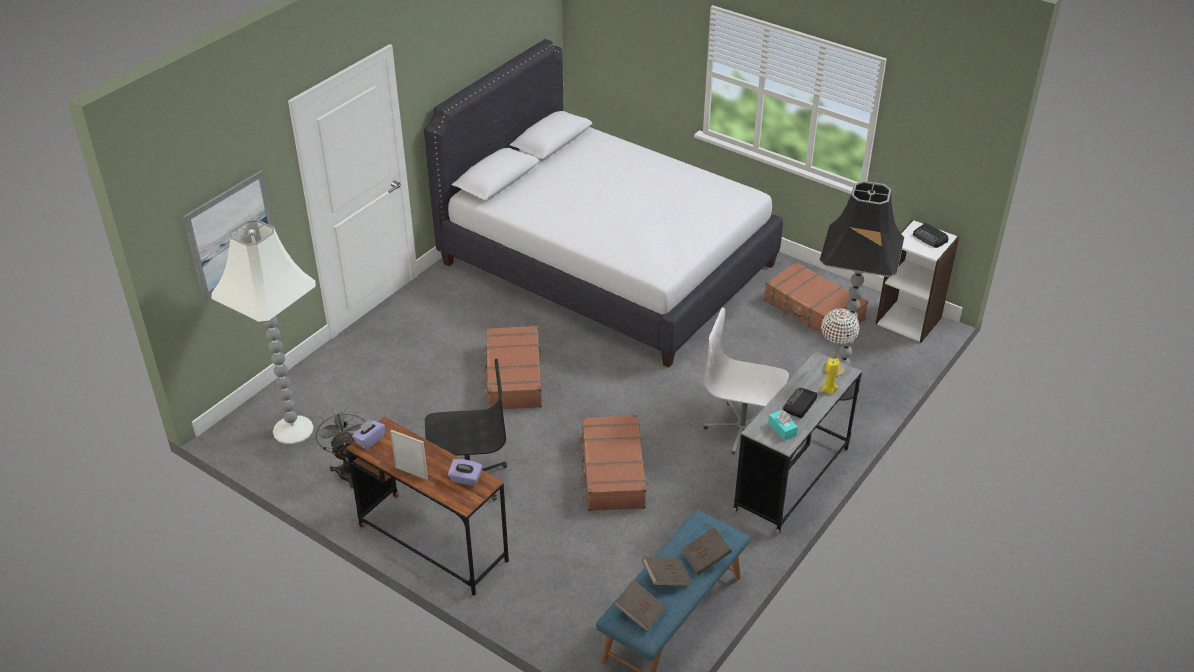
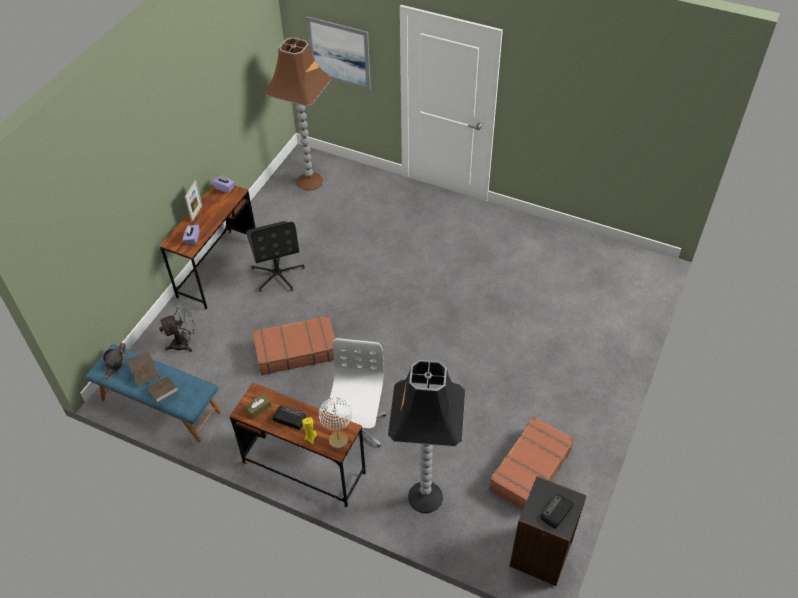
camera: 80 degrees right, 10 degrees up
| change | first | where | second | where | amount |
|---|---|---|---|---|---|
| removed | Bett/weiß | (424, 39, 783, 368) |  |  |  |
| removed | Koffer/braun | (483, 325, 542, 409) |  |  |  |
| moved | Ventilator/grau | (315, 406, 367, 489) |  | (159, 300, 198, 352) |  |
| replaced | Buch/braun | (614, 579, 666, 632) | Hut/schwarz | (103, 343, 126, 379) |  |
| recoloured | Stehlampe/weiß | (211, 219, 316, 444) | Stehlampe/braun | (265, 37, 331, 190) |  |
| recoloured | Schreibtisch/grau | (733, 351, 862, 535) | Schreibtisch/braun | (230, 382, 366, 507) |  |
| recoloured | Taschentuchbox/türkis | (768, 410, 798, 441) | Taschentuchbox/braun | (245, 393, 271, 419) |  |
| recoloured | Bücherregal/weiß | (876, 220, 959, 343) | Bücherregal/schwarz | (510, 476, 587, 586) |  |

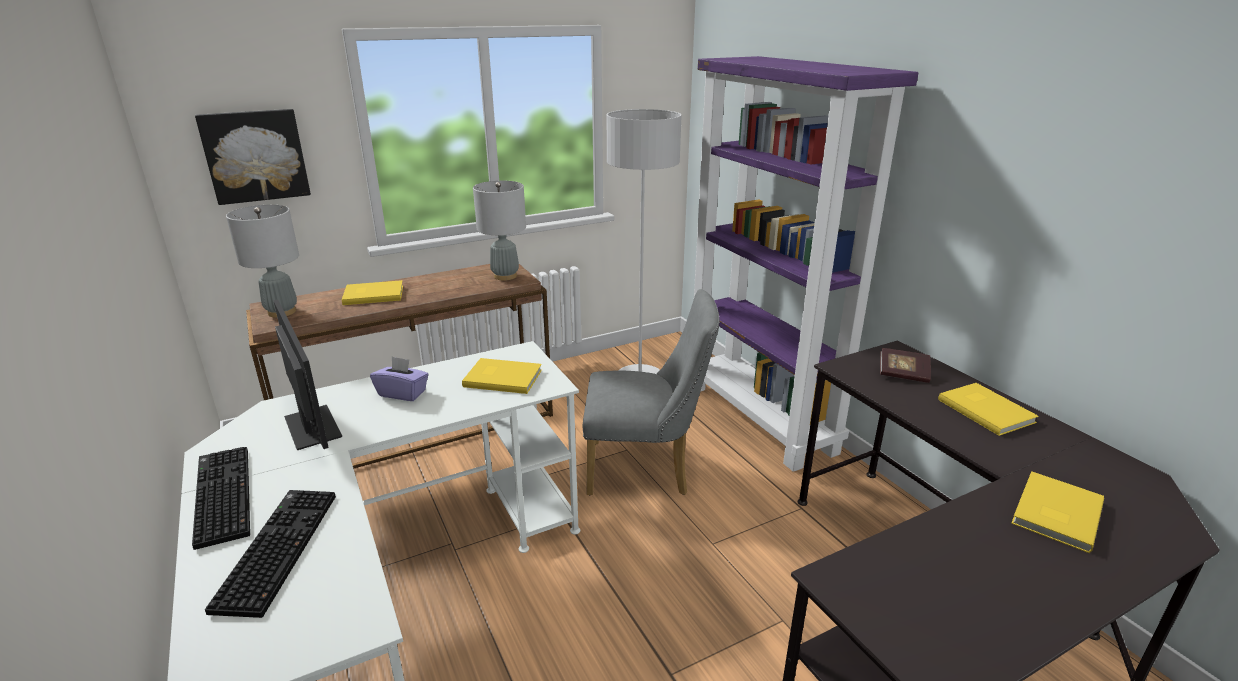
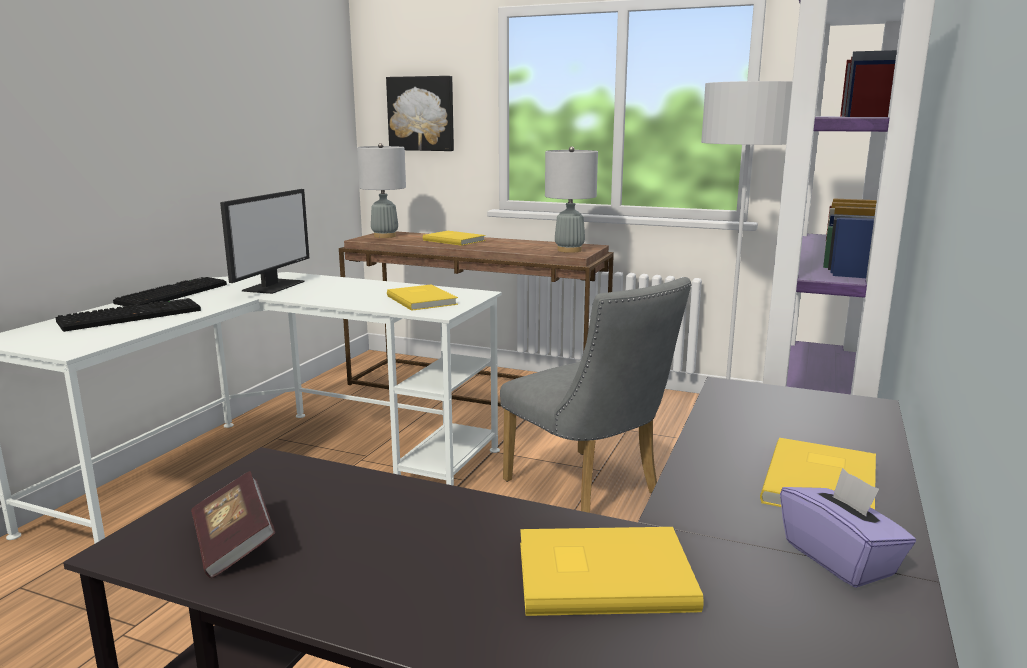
camera: 50 degrees right, 10 degrees down
| change | first | where | second | where | amount |
|---|---|---|---|---|---|
| moved | Taschentuchbox/lila | (370, 356, 429, 401) |  | (780, 468, 916, 588) |  |
| moved | Buch | (880, 348, 931, 383) |  | (191, 471, 275, 578) |  |

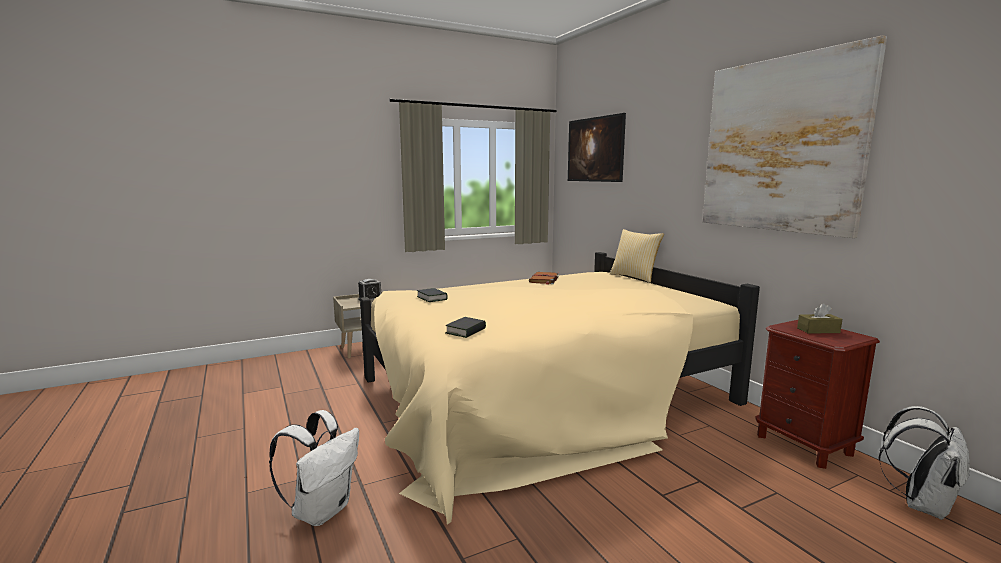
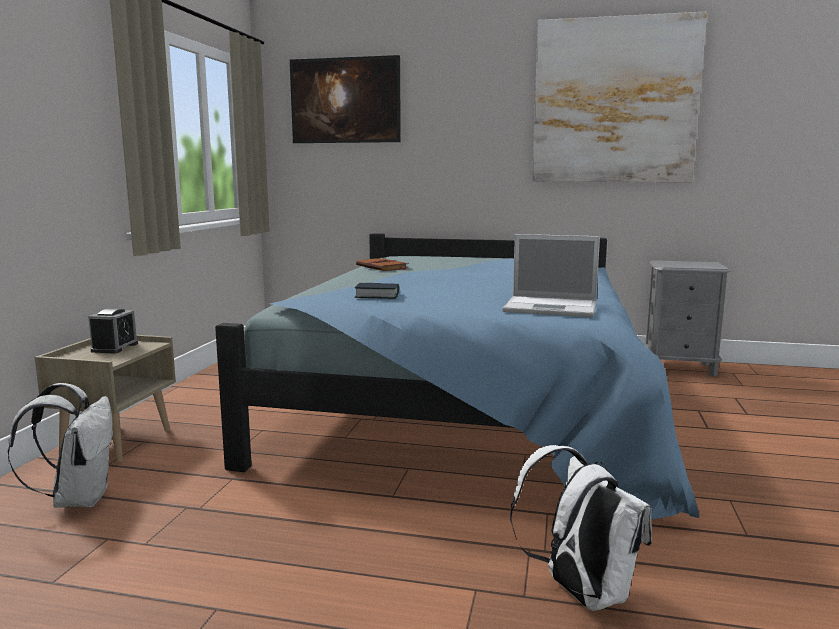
camera: 50 degrees left, 0 degrees up
| change | first | where | second | where | amount |
|---|---|---|---|---|---|
| removed | Kissen | (610, 229, 664, 283) |  |  |  |
| removed | Taschentuchbox/braun | (797, 303, 842, 334) |  |  |  |
| moved | Rucksack/weiß | (879, 406, 970, 520) |  | (8, 383, 113, 508) |  |
| replaced | Buch | (445, 317, 486, 338) | Laptop | (502, 234, 600, 317) |  |
| recoloured | Bett/beige | (360, 252, 760, 525) | Bett/blau | (215, 233, 699, 520) |  |
| recoloured | Nachttisch/braun | (755, 320, 880, 469) | Nachttisch/grau | (643, 260, 731, 377) |  |

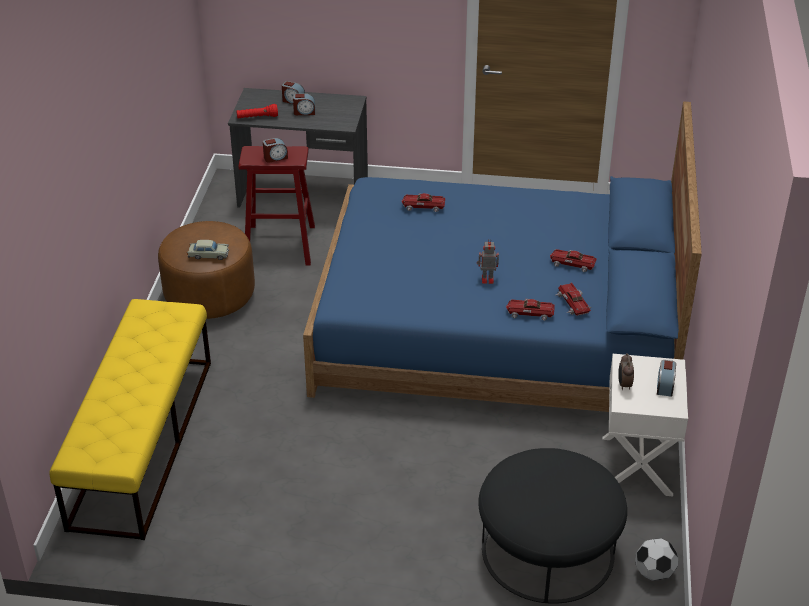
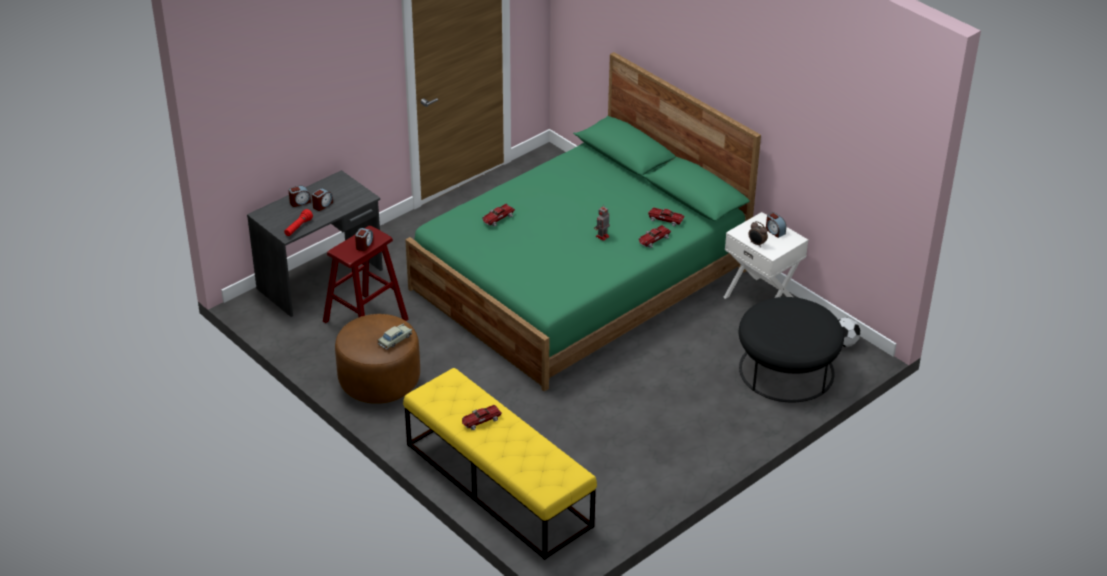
camera: 50 degrees left, 0 degrees up
| change | first | where | second | where | amount |
|---|---|---|---|---|---|
| moved | Spielzeugauto | (550, 249, 597, 272) |  | (462, 405, 502, 430) |  |
| recoloured | Bett/blau | (303, 102, 702, 412) | Bett/grün | (405, 52, 761, 392) |  |

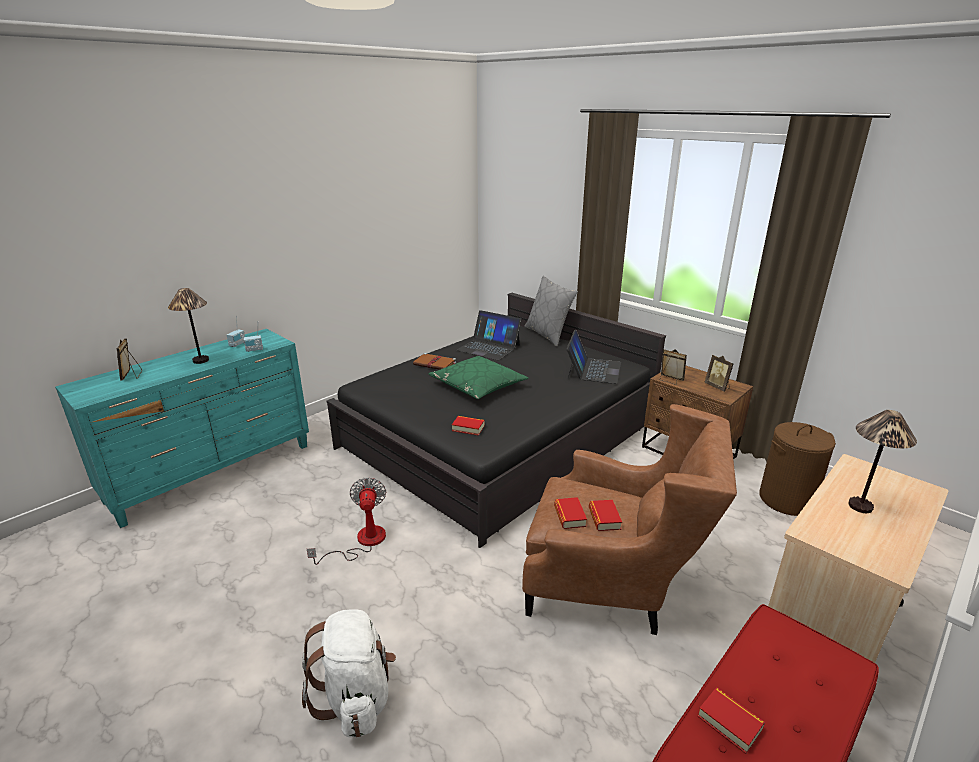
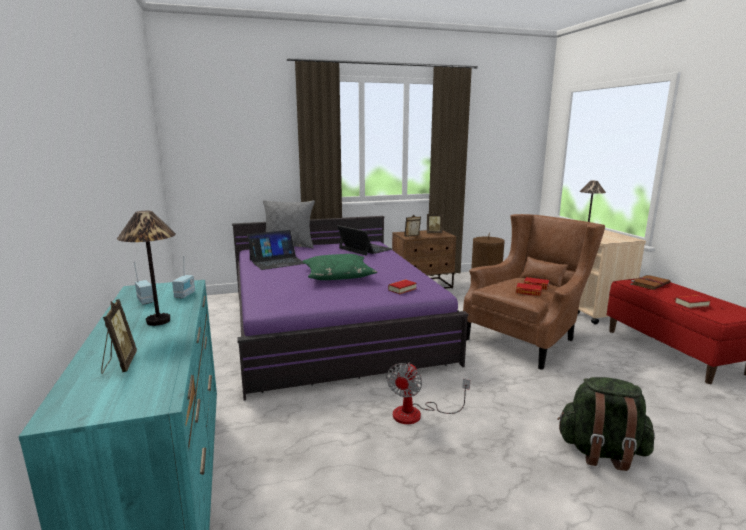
camera: 60 degrees left, 10 degrees down
| change | first | where | second | where | amount |
|---|---|---|---|---|---|
| moved | Buch/braun | (413, 353, 456, 370) |  | (630, 275, 671, 290) |  |
| recoloured | Rucksack/weiß | (302, 609, 396, 737) | Rucksack/grün | (557, 377, 655, 471) |  |
| recoloured | Bett/schwarz | (327, 293, 666, 548) | Bett/lila | (232, 216, 468, 400) |  |
| turned | Bilderrahmen | (117, 338, 142, 381) |  | (101, 299, 137, 374) | 120 degrees counterclockwise |
| turned | Ventilator | (307, 477, 386, 565) |  | (386, 362, 470, 424) | 90 degrees counterclockwise |

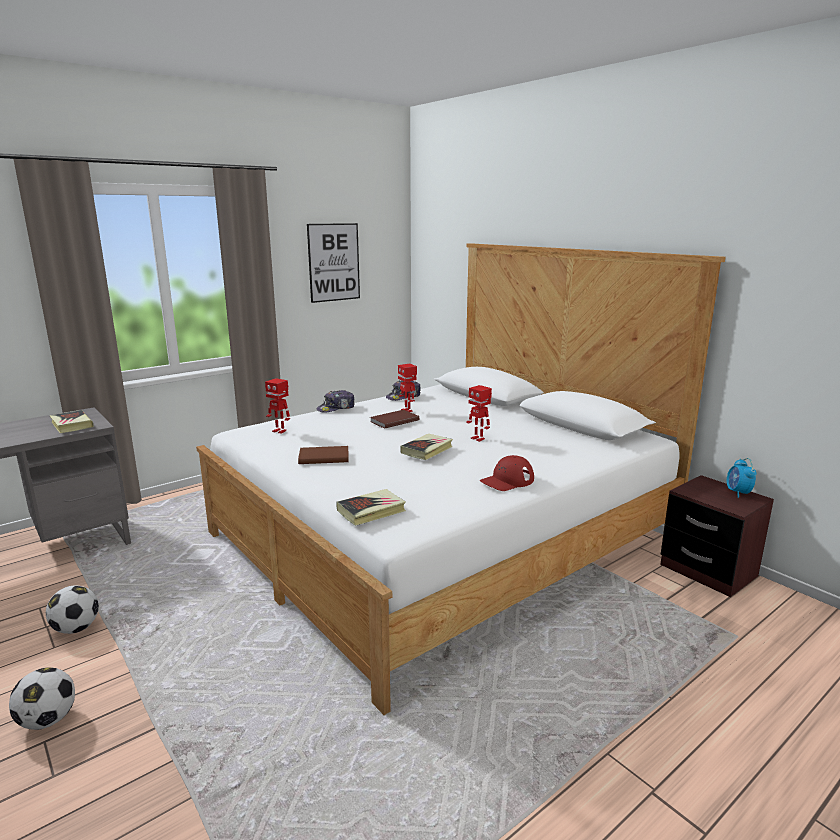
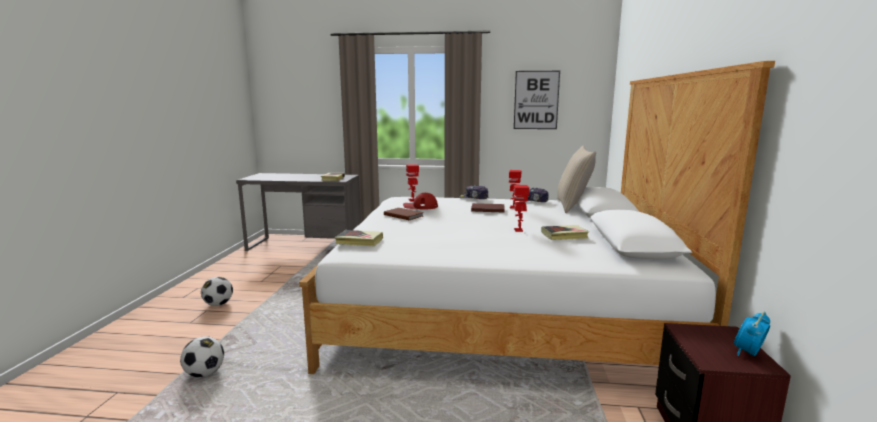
camera: 45 degrees right, 5 degrees down
| change | first | where | second | where | amount |
|---|---|---|---|---|---|
| added |  |  | Kissen/beige | (557, 146, 596, 213) |  |
| moved | Fußball | (46, 586, 99, 634) |  | (180, 336, 224, 377) |  |
| moved | Buch | (400, 434, 453, 460) |  | (541, 225, 589, 240) |  |
| moved | Kappe/rot | (480, 455, 534, 491) |  | (403, 193, 438, 210) |  |

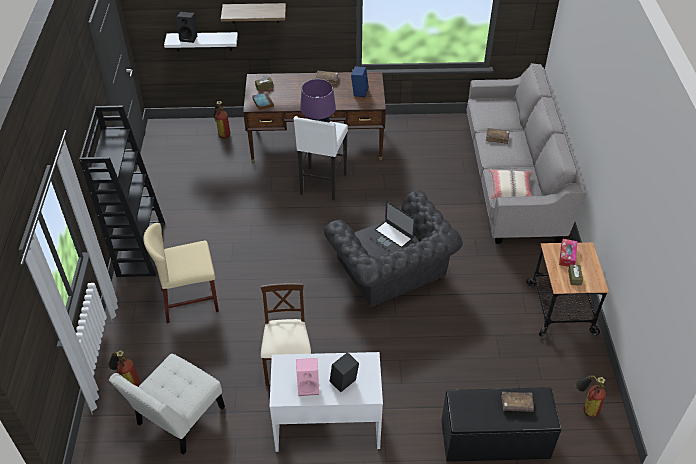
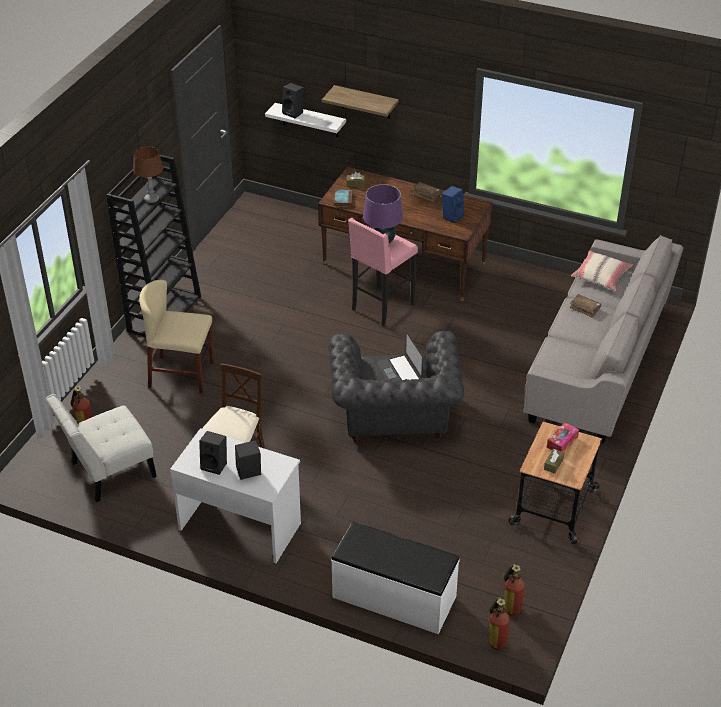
camera: 25 degrees right, 5 degrees down
| change | first | where | second | where | amount |
|---|---|---|---|---|---|
| removed | Buch/braun | (501, 392, 534, 412) |  |  |  |
| added |  |  | Tischlampe/braun | (133, 147, 163, 203) |  |
| moved | Feuerlöscher | (213, 101, 230, 139) |  | (488, 597, 510, 650) |  |
| moved | Kissen/beige | (489, 169, 533, 199) |  | (571, 250, 633, 291) |  |
| recoloured | Hocker/weiß | (293, 116, 348, 201) | Hocker/rosa | (348, 218, 418, 326) |  |
| recoloured | Lautsprecher/rosa | (296, 358, 319, 396) | Lautsprecher/schwarz | (199, 431, 227, 475) |  |
| recoloured | Bank/schwarz | (441, 387, 561, 462) | Bank/weiß | (331, 521, 460, 634) |  |

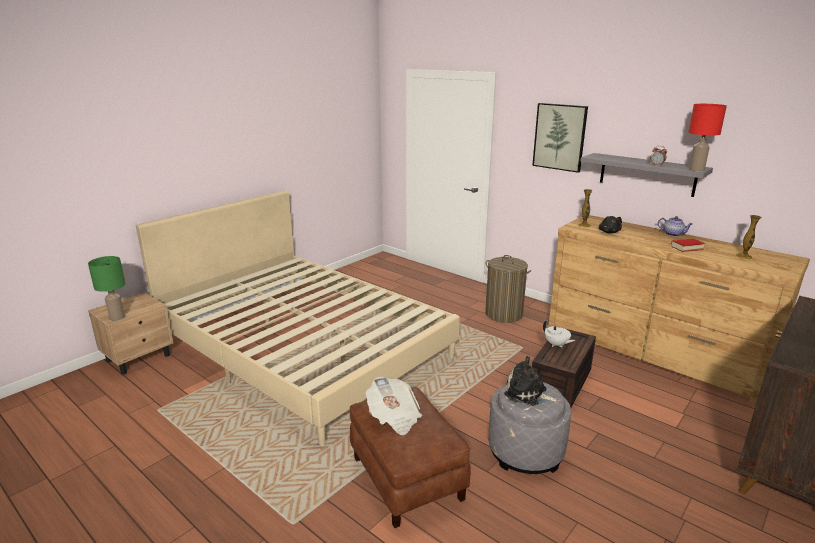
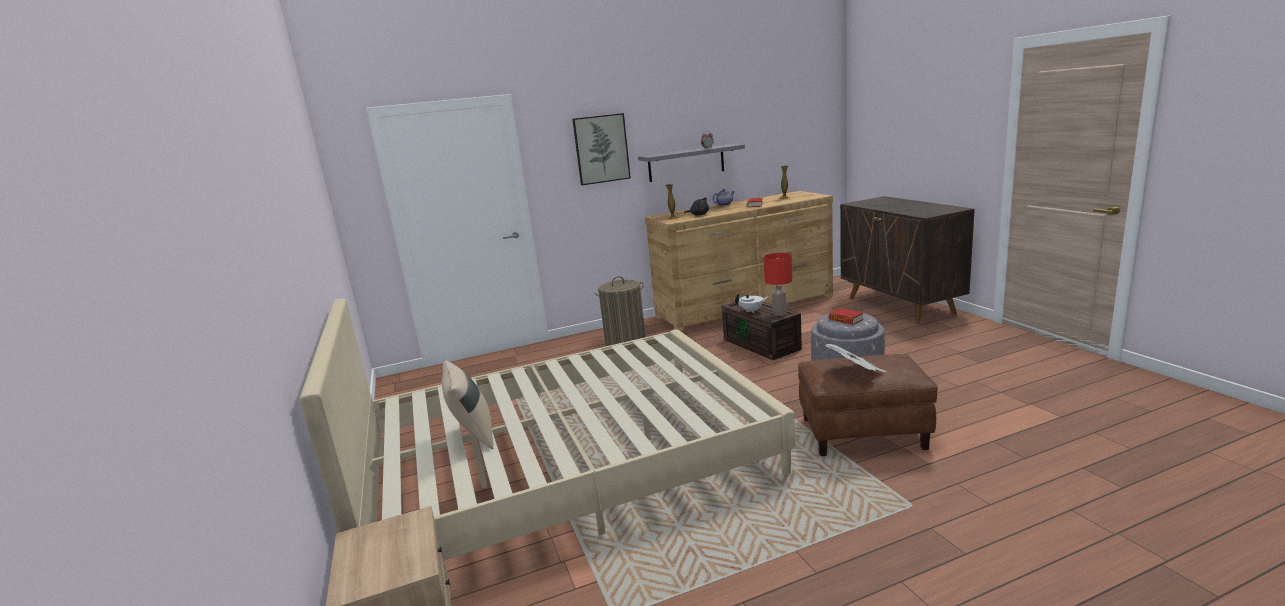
camera: 60 degrees left, 5 degrees down
| change | first | where | second | where | amount |
|---|---|---|---|---|---|
| removed | Tischlampe/grün | (88, 256, 125, 321) |  |  |  |
| added |  |  | Kissen/beige | (442, 360, 493, 449) |  |
| moved | Tischlampe/rot | (688, 104, 727, 172) |  | (764, 253, 792, 316) |  |
| replaced | Plüschtier | (504, 356, 560, 406) | Buch | (829, 308, 863, 325) |  |

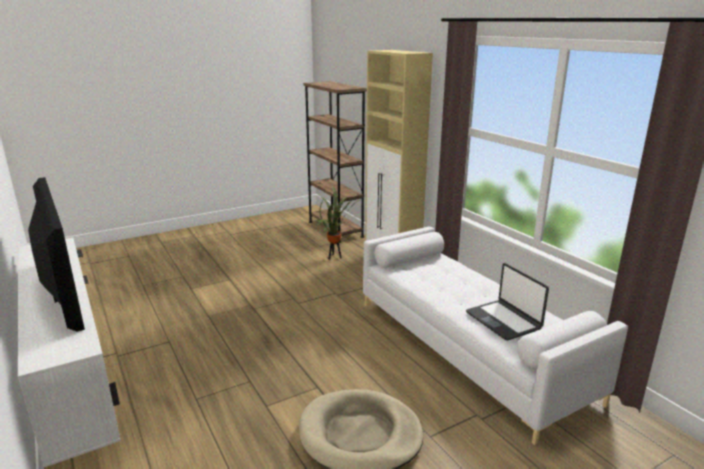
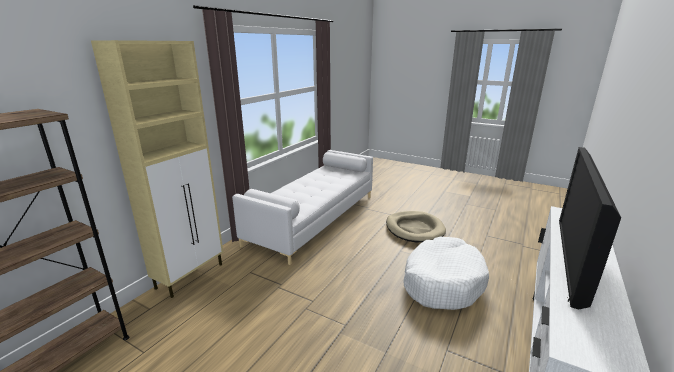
camera: 120 degrees left, 0 degrees up
| change | first | where | second | where | amount |
|---|---|---|---|---|---|
| removed | Topfpflanze | (316, 184, 360, 260) |  |  |  |
| removed | Laptop | (466, 263, 549, 340) |  |  |  |
| added |  |  | Hundebett/weiß | (404, 237, 489, 310) |  |

